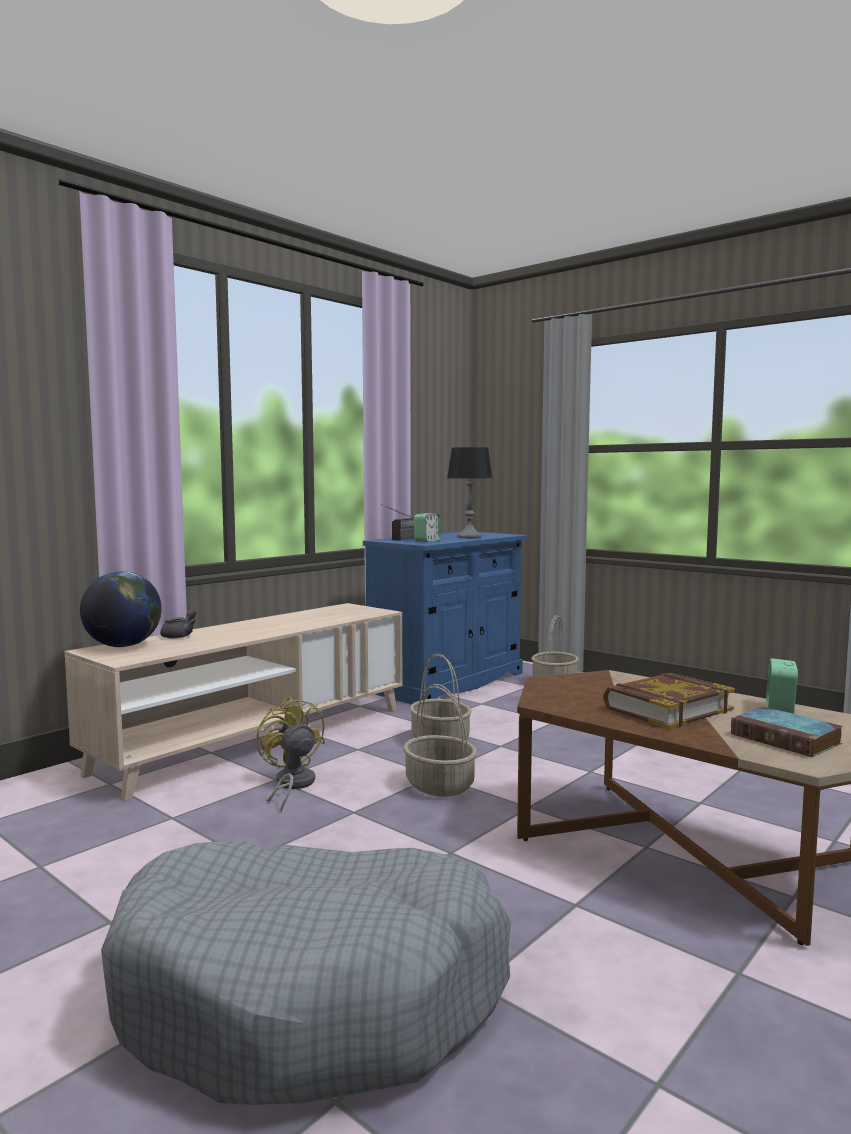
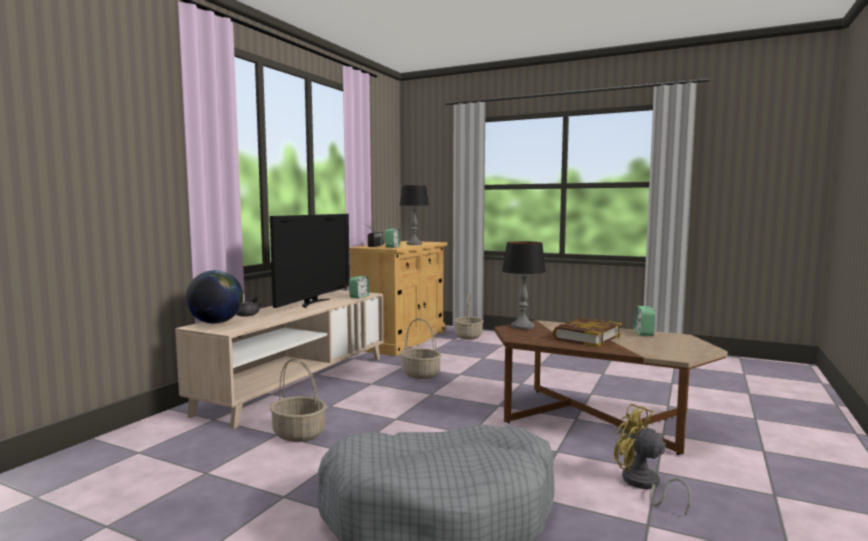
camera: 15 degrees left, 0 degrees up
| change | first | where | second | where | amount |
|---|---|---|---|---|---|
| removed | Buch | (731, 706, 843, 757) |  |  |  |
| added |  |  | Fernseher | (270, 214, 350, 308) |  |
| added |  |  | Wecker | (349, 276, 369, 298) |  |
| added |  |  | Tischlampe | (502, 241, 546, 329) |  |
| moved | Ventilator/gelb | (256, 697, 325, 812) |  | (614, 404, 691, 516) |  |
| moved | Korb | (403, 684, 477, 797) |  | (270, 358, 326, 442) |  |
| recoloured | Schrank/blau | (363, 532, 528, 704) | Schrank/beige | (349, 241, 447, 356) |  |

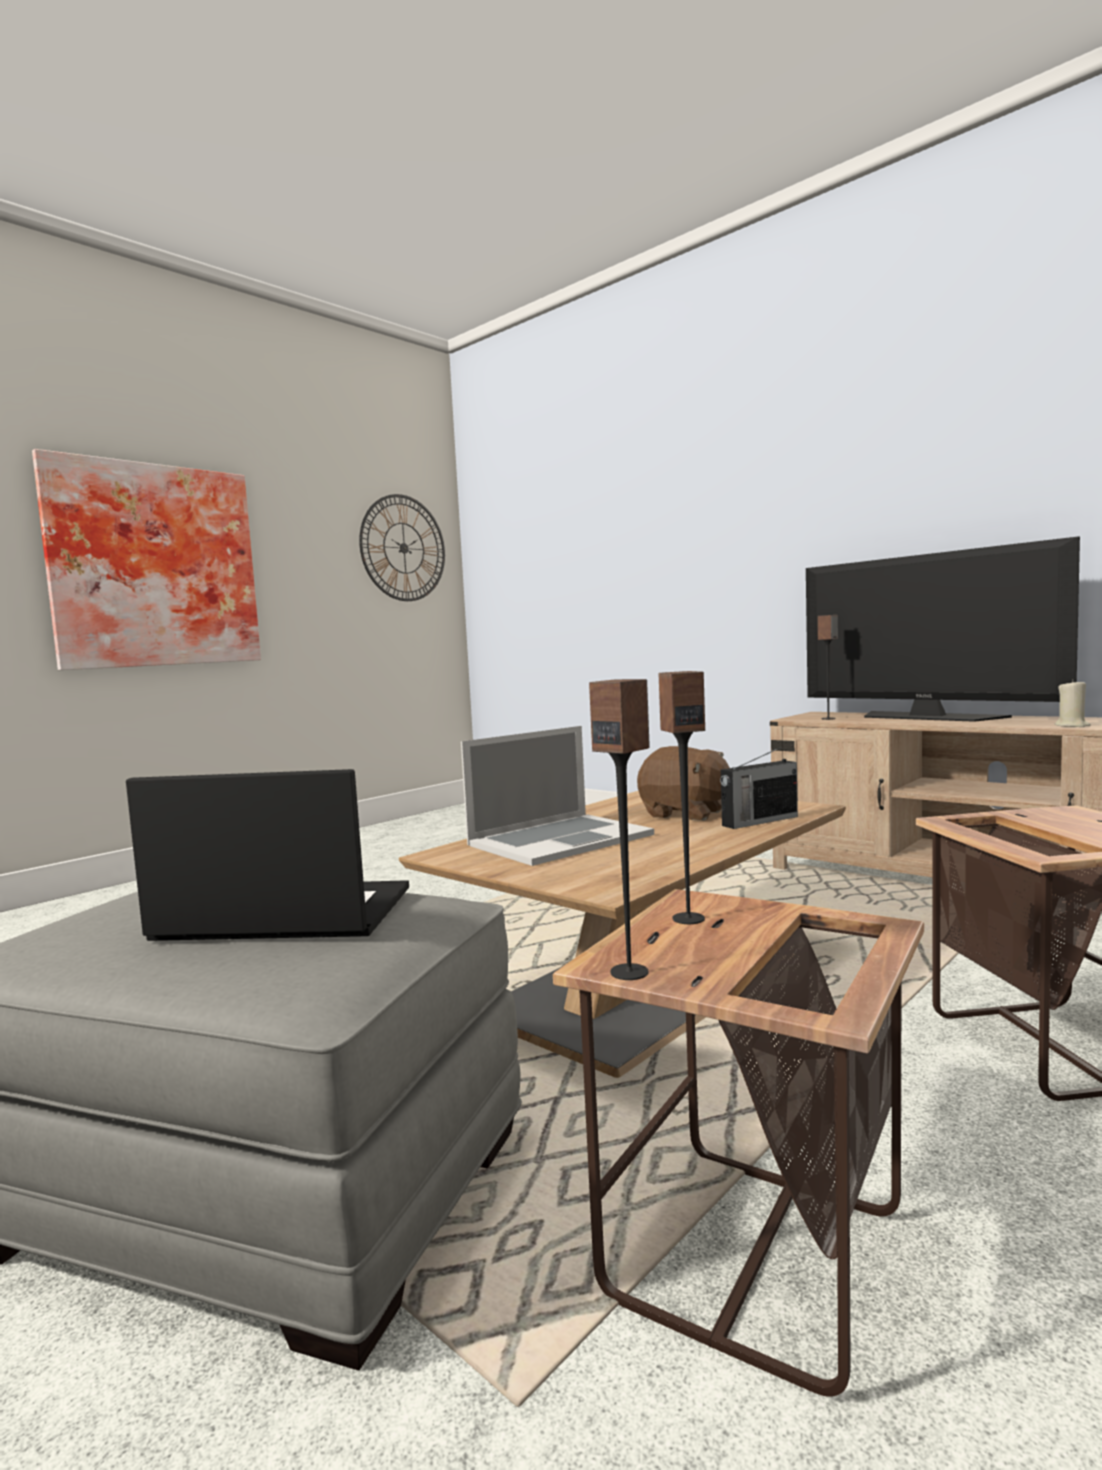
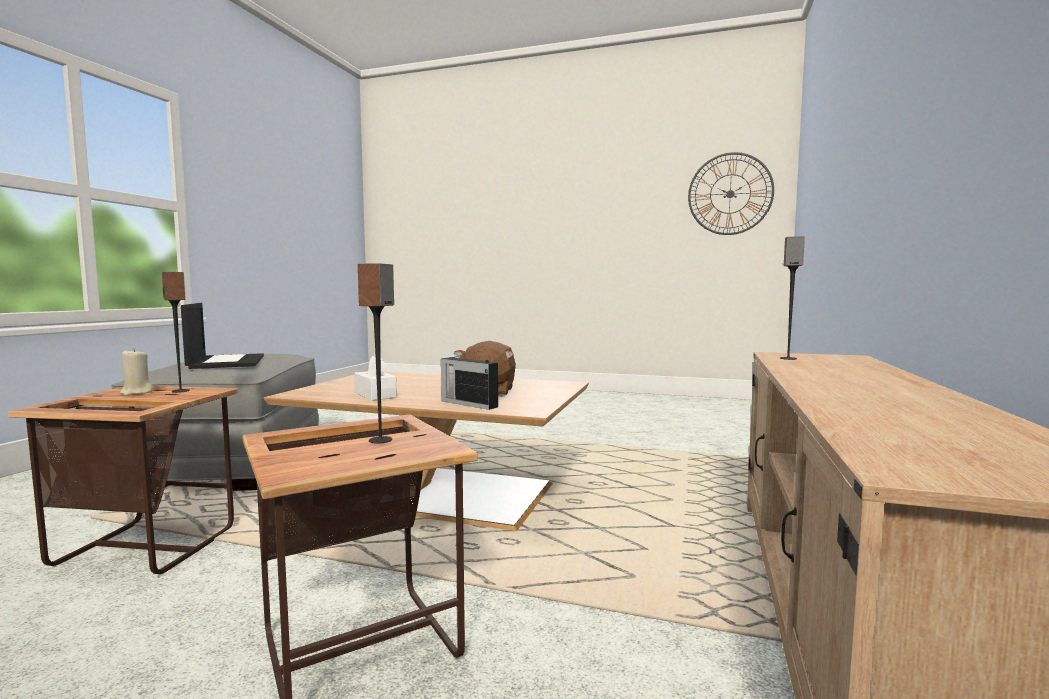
camera: 65 degrees right, 0 degrees up
| change | first | where | second | where | amount |
|---|---|---|---|---|---|
| removed | Bild | (32, 449, 261, 670) |  |  |  |
| removed | Laptop | (461, 726, 654, 866) |  |  |  |
| removed | Fernseher | (806, 536, 1080, 722) |  |  |  |
| added |  |  | Taschentuchbox/weiß | (354, 356, 397, 401) |  |
| moved | Lautsprecher | (589, 679, 650, 980) |  | (358, 263, 394, 444) |  |
| moved | Kerze/beige | (1055, 679, 1091, 727) |  | (120, 348, 154, 395) |  |

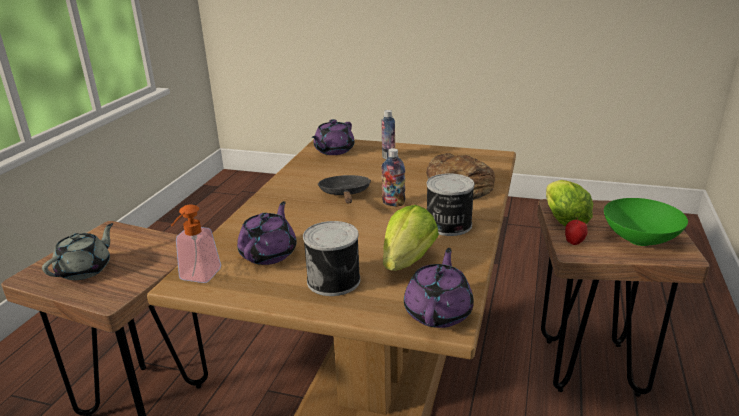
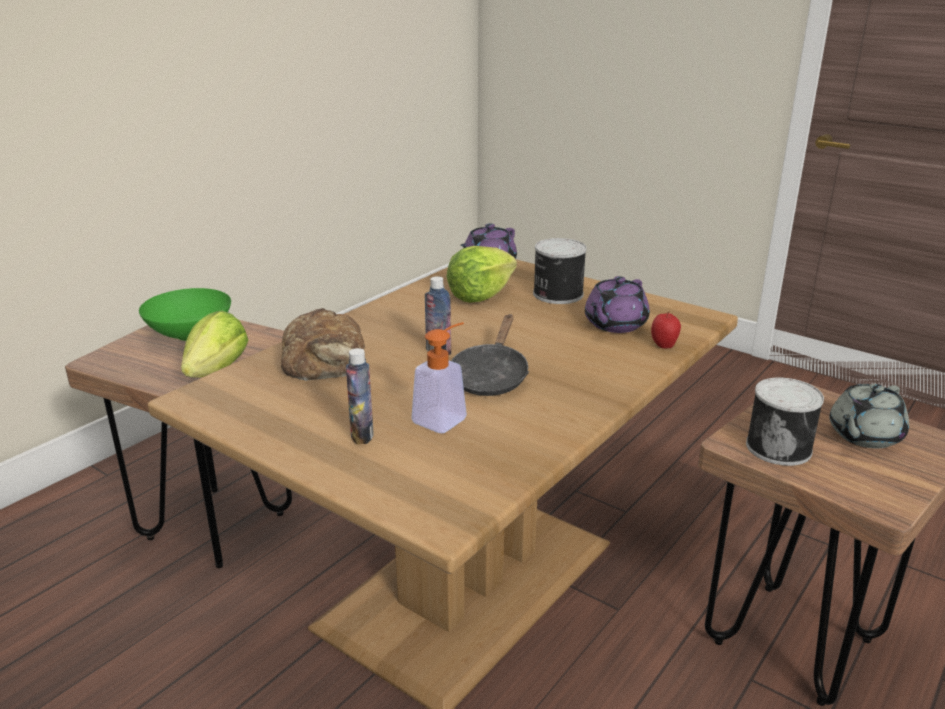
camera: 160 degrees left, 0 degrees up
| change | first | where | second | where | amount |
|---|---|---|---|---|---|
| removed | Teekanne/lila | (312, 119, 355, 155) |  |  |  |
| moved | Seifenspender | (171, 205, 221, 283) |  | (411, 322, 467, 433) |  |
| moved | Dose | (427, 173, 474, 236) |  | (746, 377, 824, 466) |  |
| moved | Apfel | (565, 217, 588, 245) |  | (651, 311, 681, 348) |  |

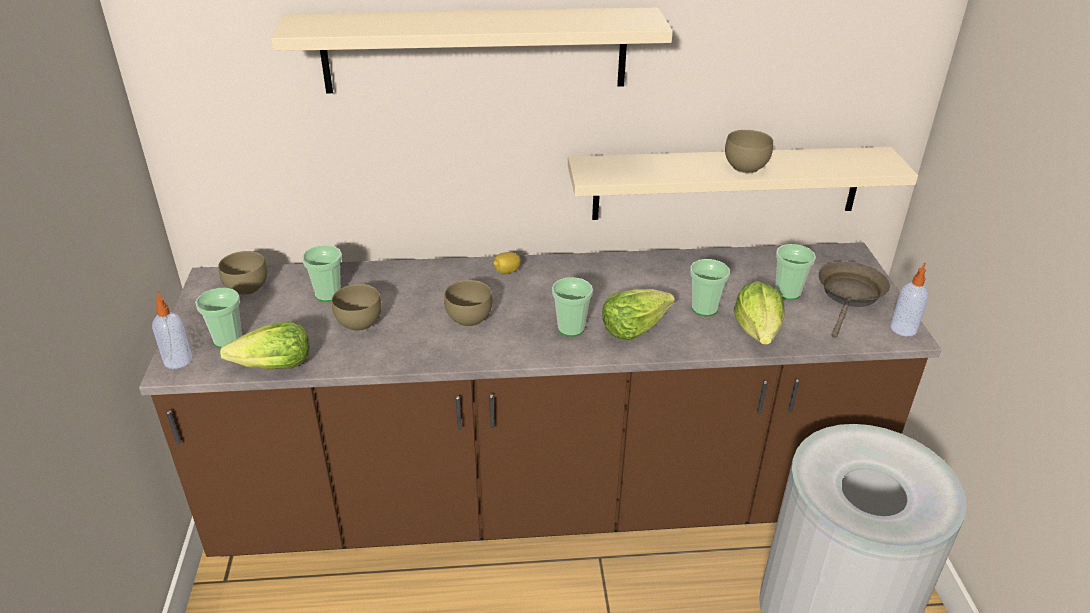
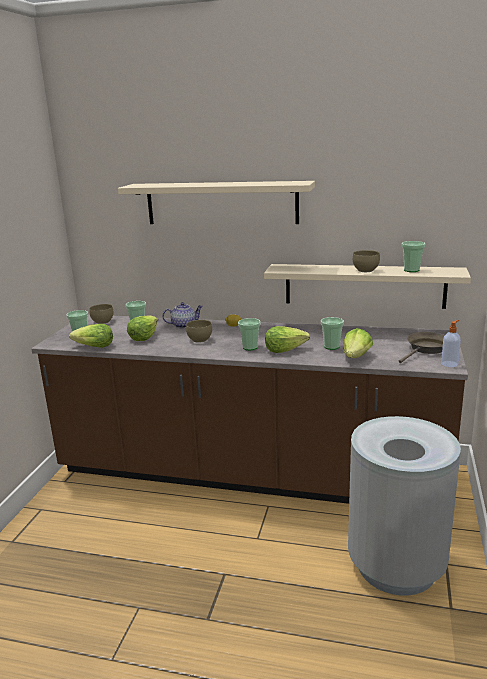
camera: 20 degrees right, 15 degrees down
| change | first | where | second | where | amount |
|---|---|---|---|---|---|
| removed | Seifenspender | (152, 291, 192, 369) |  |  |  |
| added |  |  | Teekanne | (162, 302, 203, 328) |  |
| moved | Tasse | (775, 244, 816, 300) |  | (402, 241, 425, 272) |  |
| replaced | Schüssel/braun | (332, 284, 382, 331) | Salatkopf | (127, 315, 158, 341) |  |

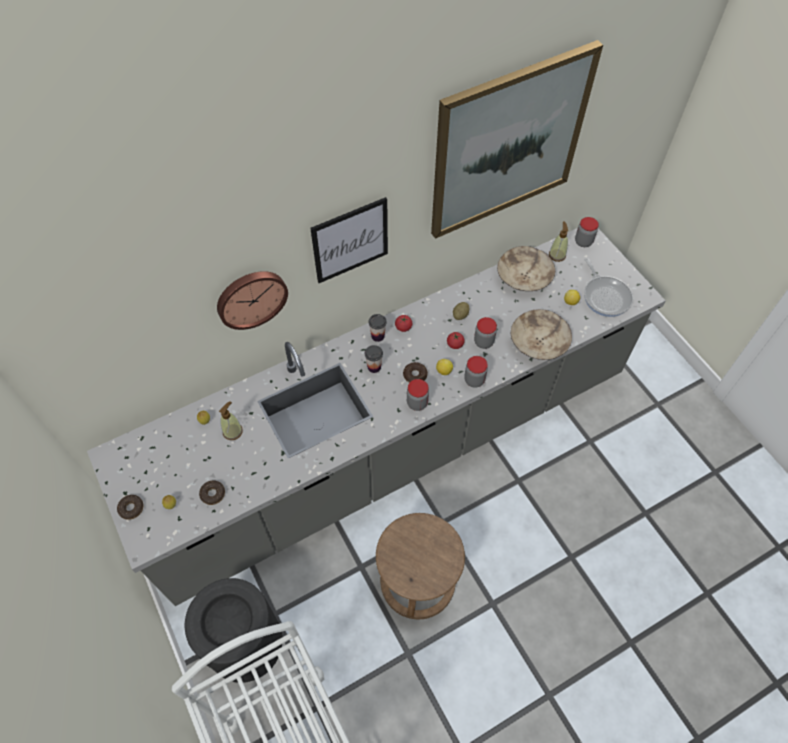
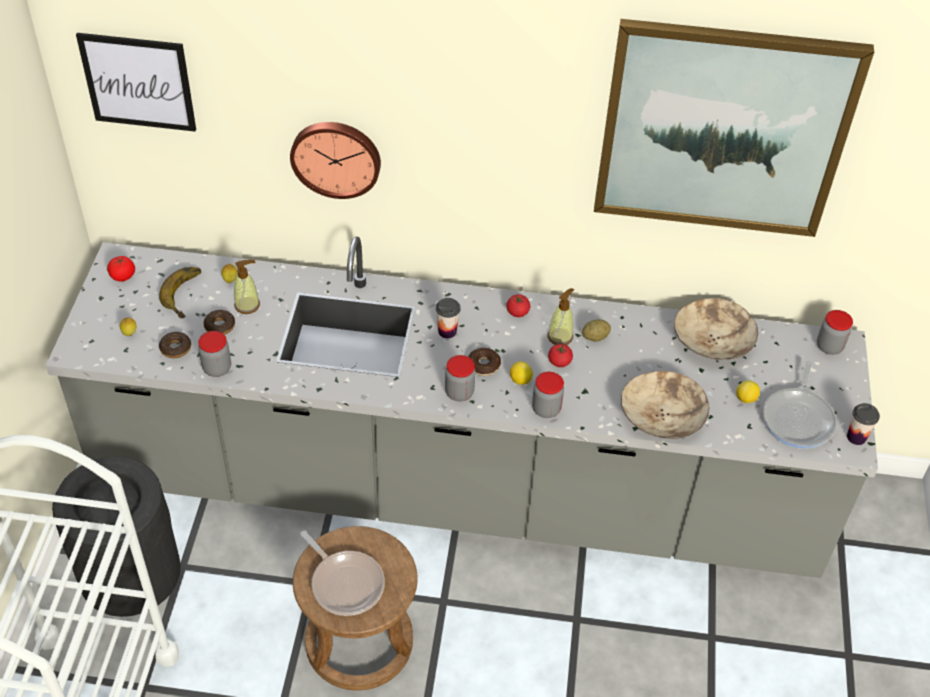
camera: 35 degrees right, 10 degrees down
| change | first | where | second | where | amount |
|---|---|---|---|---|---|
| added |  |  | Tomate | (107, 256, 135, 281) |  |
| added |  |  | Banane | (159, 267, 201, 318) |  |
| added |  |  | Pfanne | (300, 531, 385, 616) |  |
| moved | Donut | (117, 495, 143, 520) |  | (204, 310, 235, 335) |  |
| moved | Bild | (310, 197, 388, 283) |  | (76, 33, 196, 132) |  |
| moved | Tasse | (368, 314, 386, 342) |  | (847, 403, 880, 445) |  |
| moved | Vorratsglas | (474, 317, 497, 349) |  | (198, 331, 231, 377) |  |
| moved | Seifenspender | (549, 221, 568, 262) |  | (548, 288, 574, 345) |  |

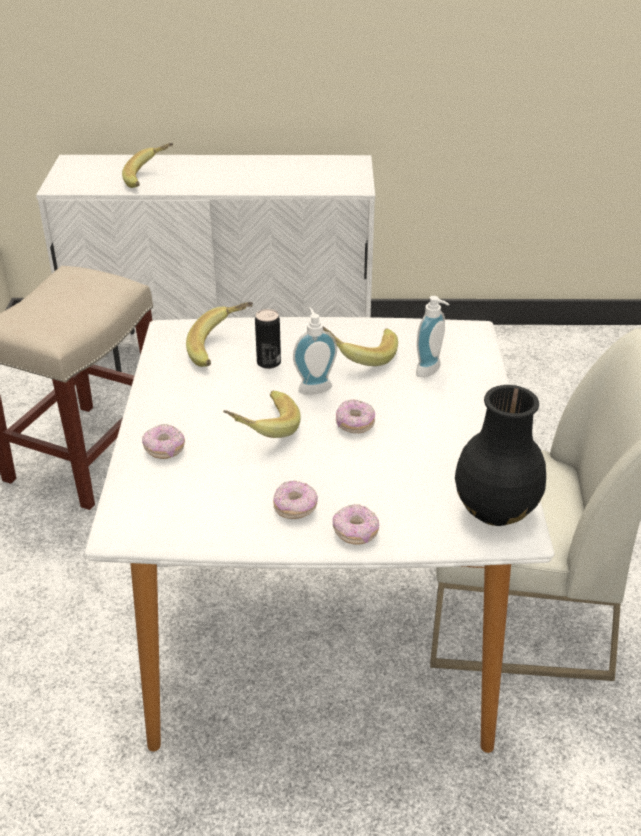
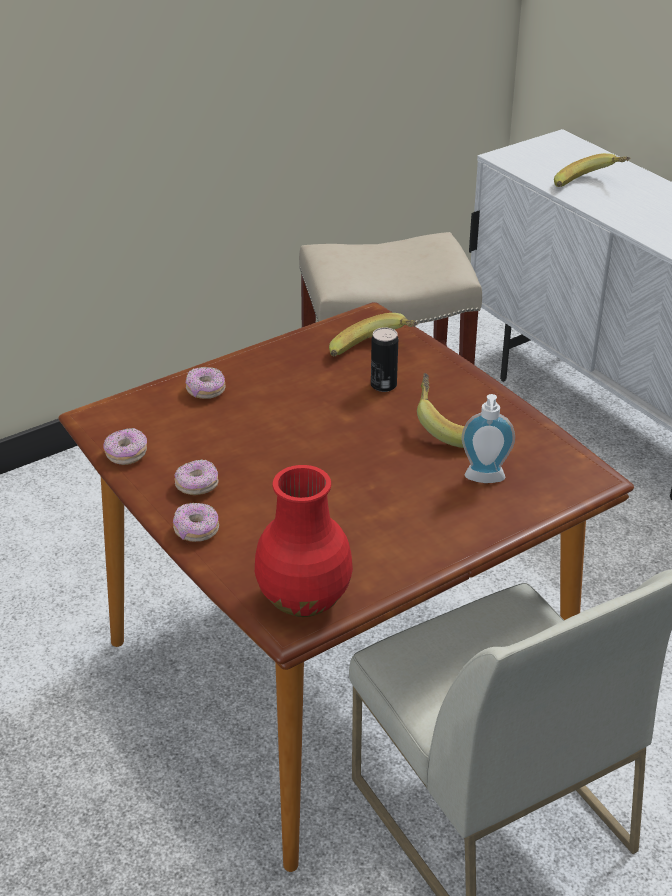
camera: 55 degrees right, 0 degrees up
| change | first | where | second | where | amount |
|---|---|---|---|---|---|
| removed | Banane | (223, 391, 301, 438) |  |  |  |
| removed | Seifenspender | (293, 307, 337, 394) |  |  |  |
| moved | Donut | (336, 400, 375, 433) |  | (103, 428, 147, 465) |  |
| recoloured | Esstisch/weiß | (85, 317, 555, 753) | Esstisch/braun | (58, 302, 634, 872) |  |
| recoloured | Vase/schwarz | (455, 385, 546, 526) | Vase/rot | (255, 465, 353, 617) |  |

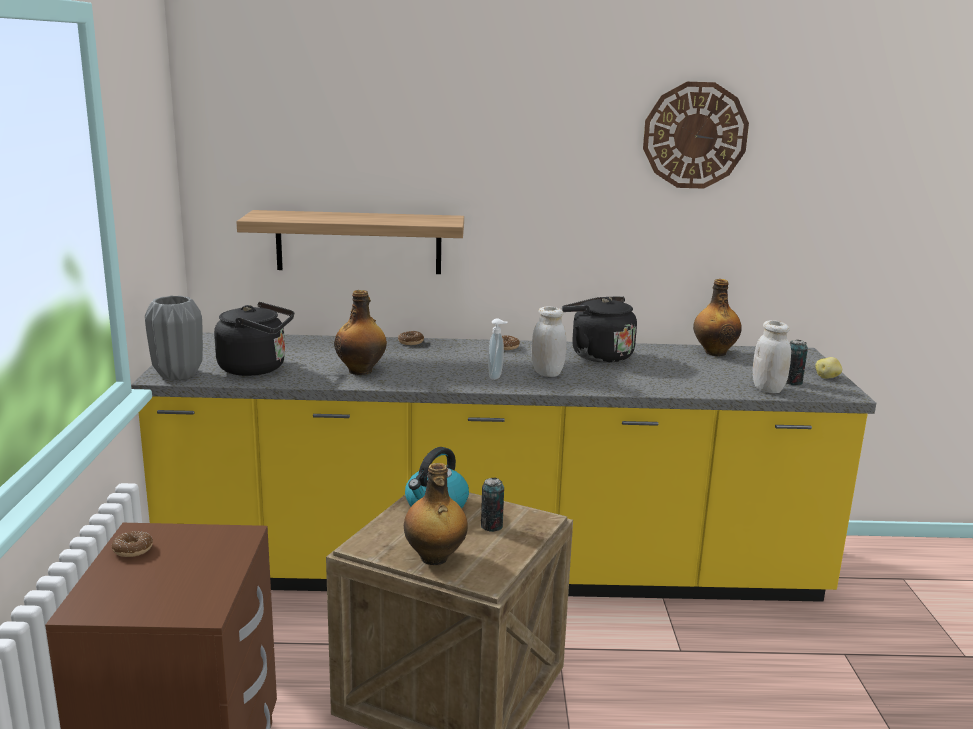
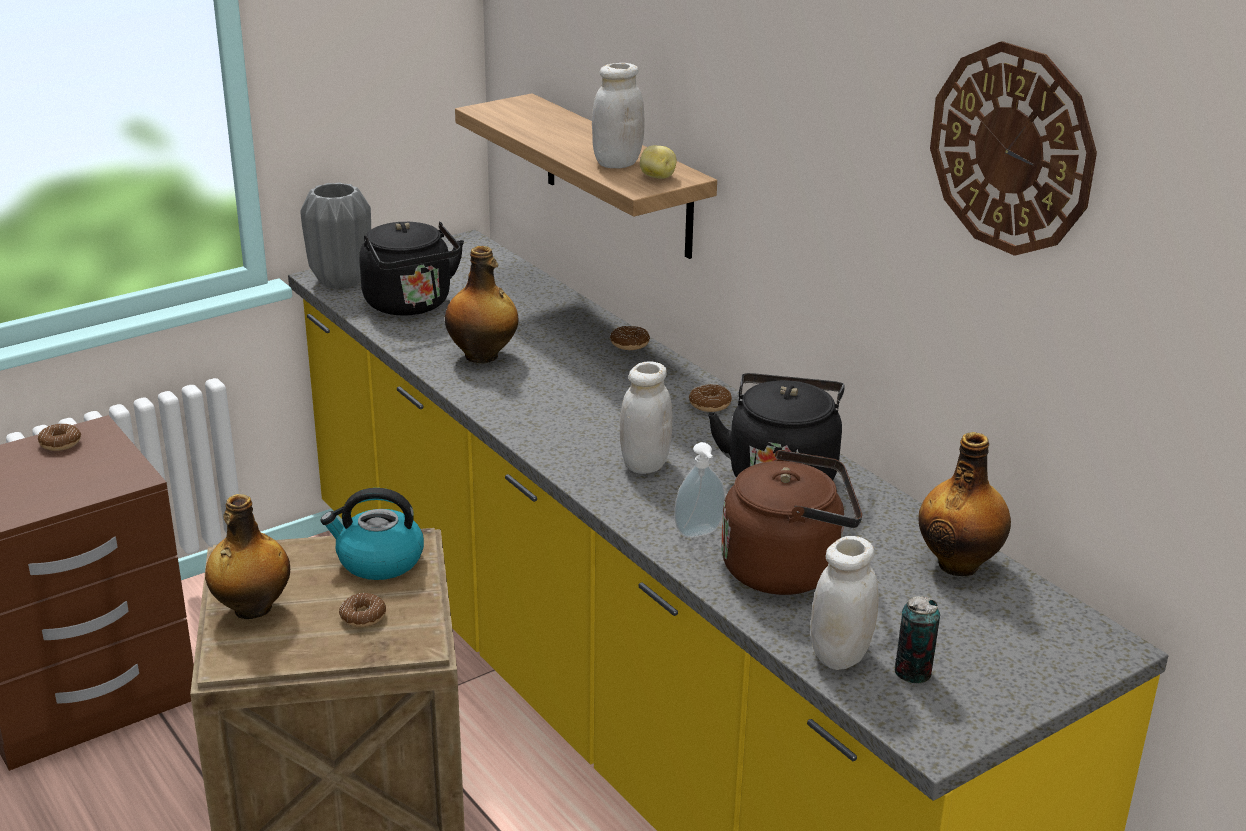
camera: 55 degrees right, 10 degrees up
| change | first | where | second | where | amount |
|---|---|---|---|---|---|
| added |  |  | Vorratsglas/weiß | (592, 63, 644, 168) |  |
| added |  |  | Wasserkessel/braun | (721, 450, 862, 595) |  |
| moved | Seifenspender | (488, 319, 508, 380) |  | (674, 442, 725, 538) |  |
| moved | Kartoffel | (816, 357, 842, 379) |  | (640, 146, 677, 179) |  |
| replaced | Dose | (481, 478, 504, 532) | Donut | (339, 593, 386, 628) |  |

